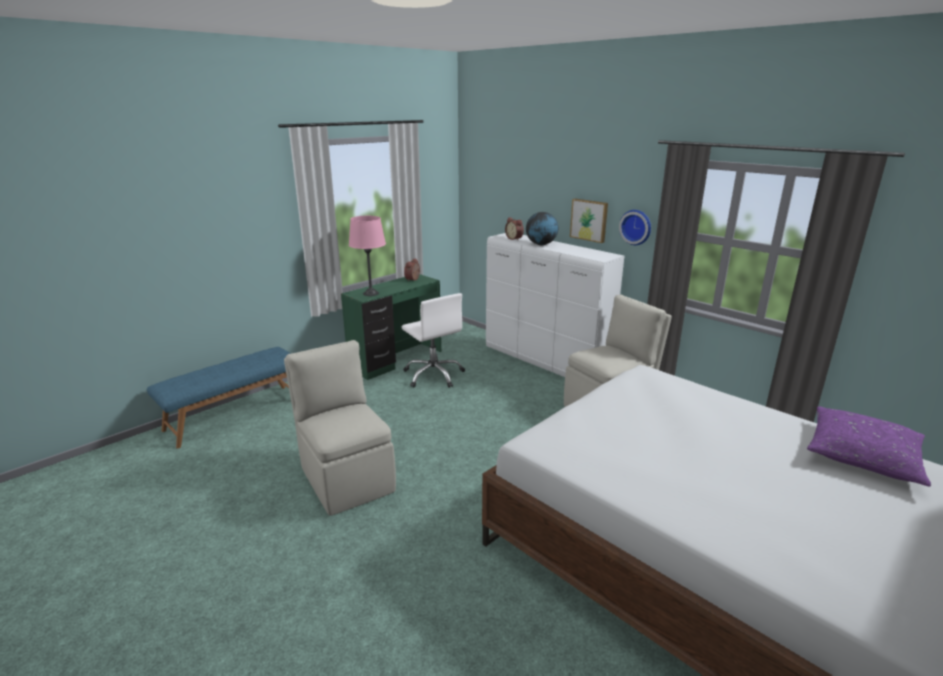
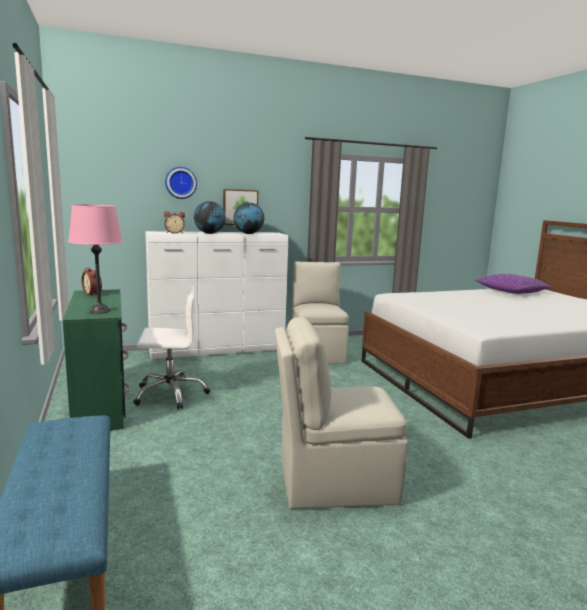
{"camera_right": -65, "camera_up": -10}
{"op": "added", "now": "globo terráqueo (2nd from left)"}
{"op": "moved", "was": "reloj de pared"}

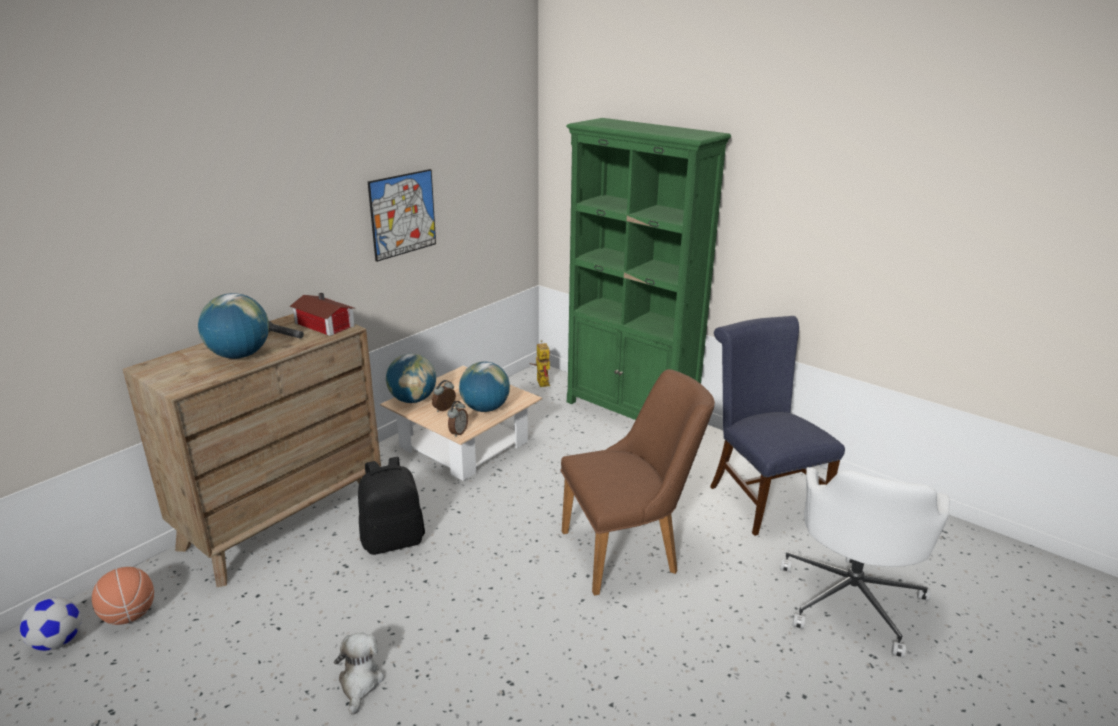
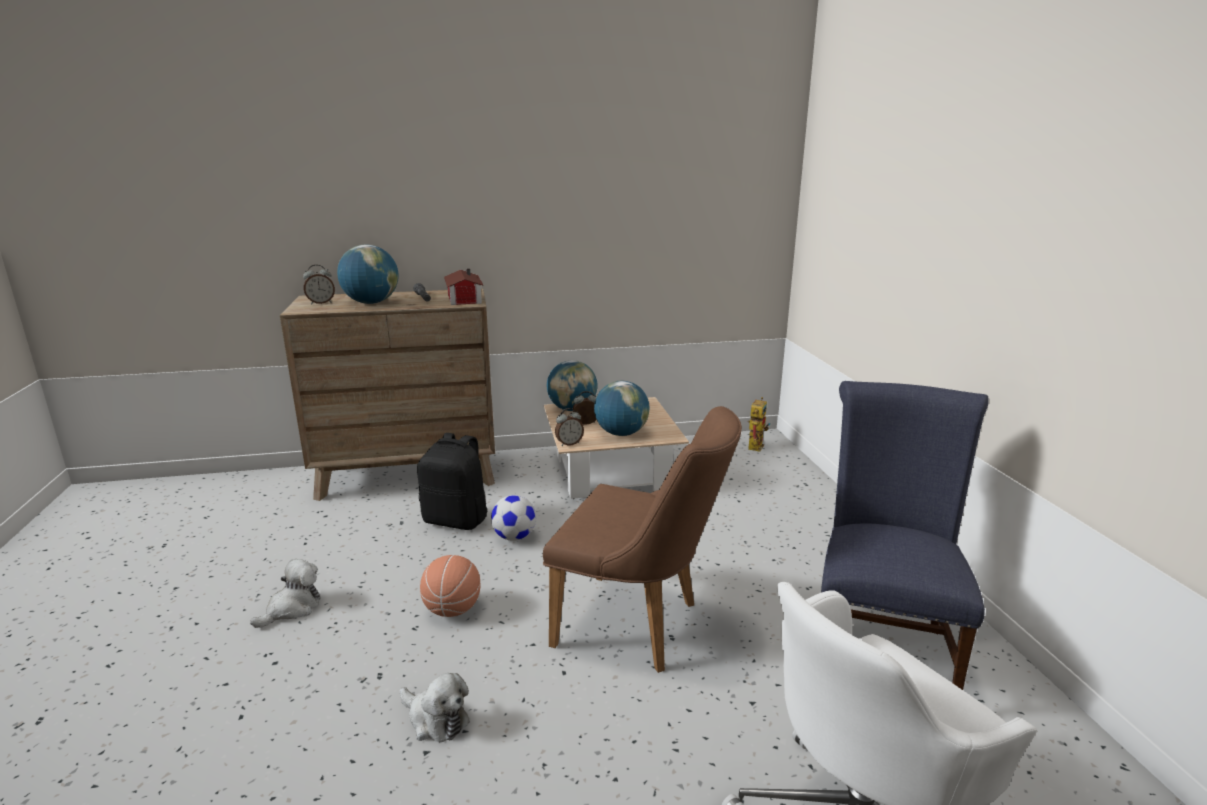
{"camera_right": 40, "camera_up": -5}
{"op": "removed", "was": "cuadro"}
{"op": "removed", "was": "estantería [verde]"}
{"op": "added", "now": "despertador (1st from left)"}
{"op": "added", "now": "peluche (2nd from left)"}
{"op": "moved", "was": "balón de fútbol"}
{"op": "moved", "was": "balón de baloncesto"}

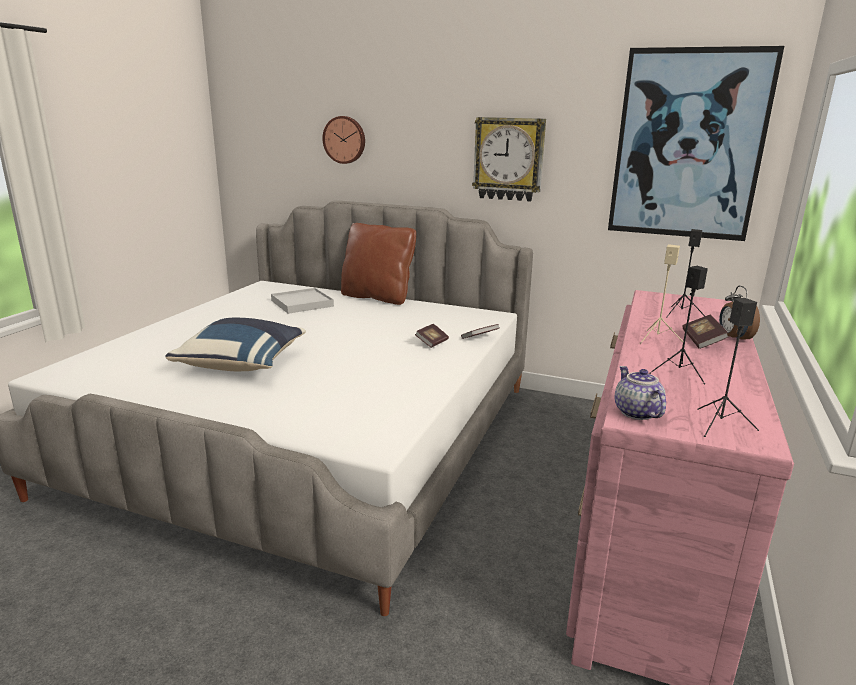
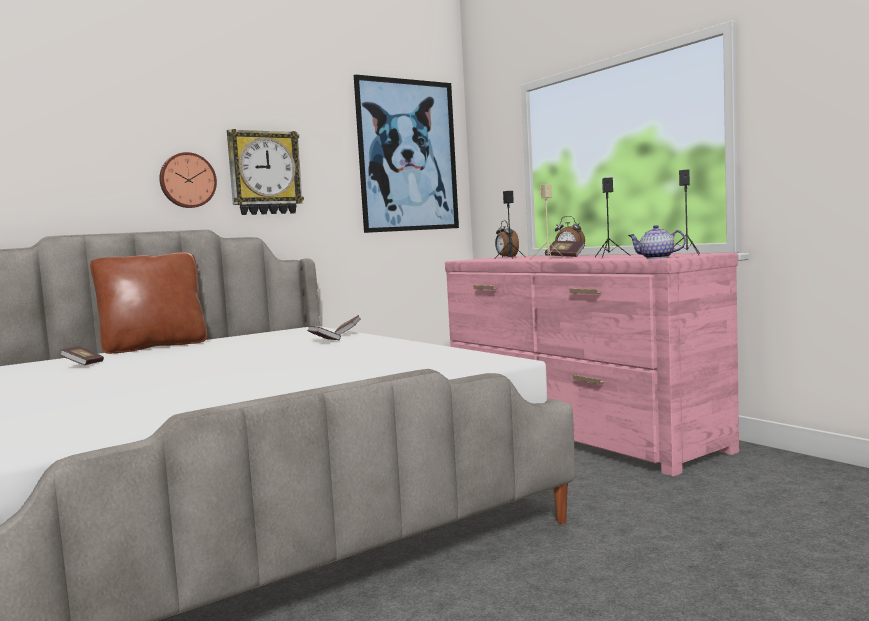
{"camera_right": -55, "camera_up": -15}
{"op": "removed", "was": "cojín [azul]"}
{"op": "added", "now": "despertador (1st from left)"}
{"op": "moved", "was": "reloj de pared (1st from left)"}
{"op": "replaced", "was": "bandeja [blanco]", "now": "libro (1st from left)"}

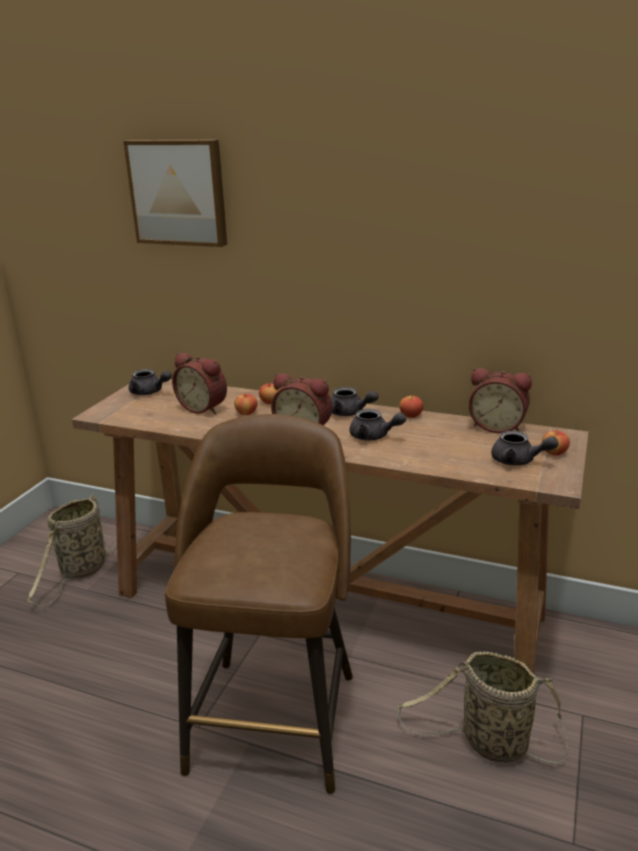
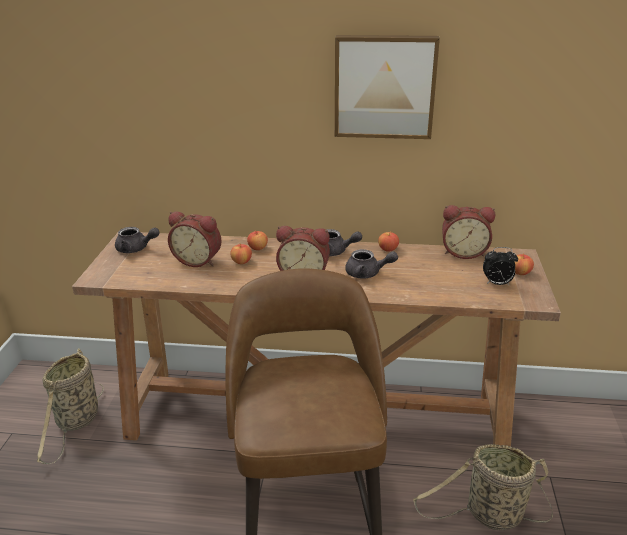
{"camera_right": -15, "camera_up": 5}
{"op": "moved", "was": "cuadro"}
{"op": "replaced", "was": "tetera [gris] (4th from left)", "now": "despertador (4th from left)"}

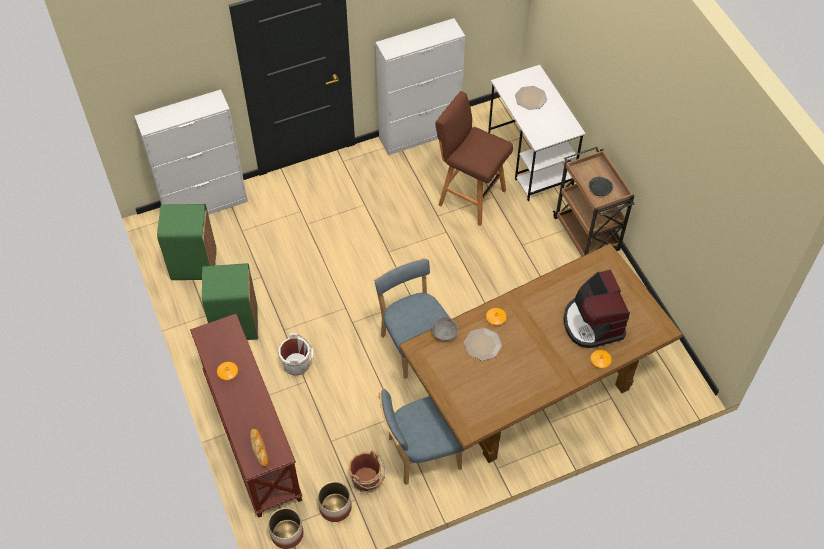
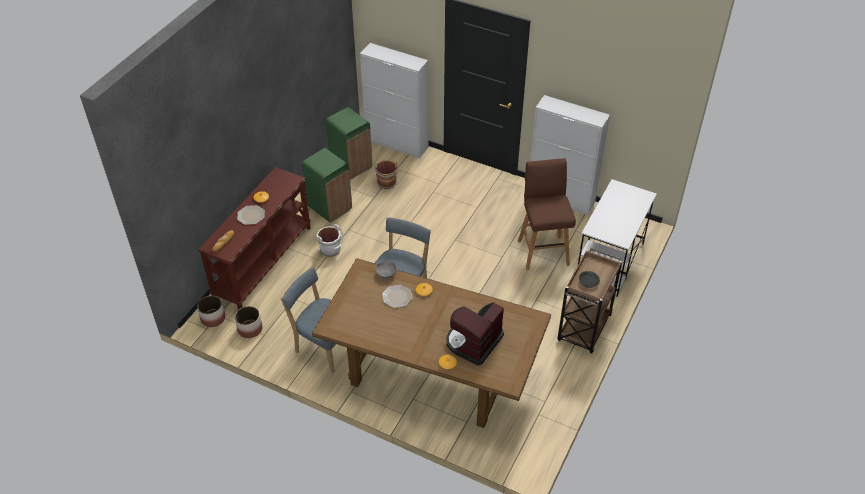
{"camera_right": 50, "camera_up": -10}
{"op": "moved", "was": "cubo [marrón]"}
{"op": "moved", "was": "plato (2nd from left in the first image)", "now": "plato (1st from left)"}

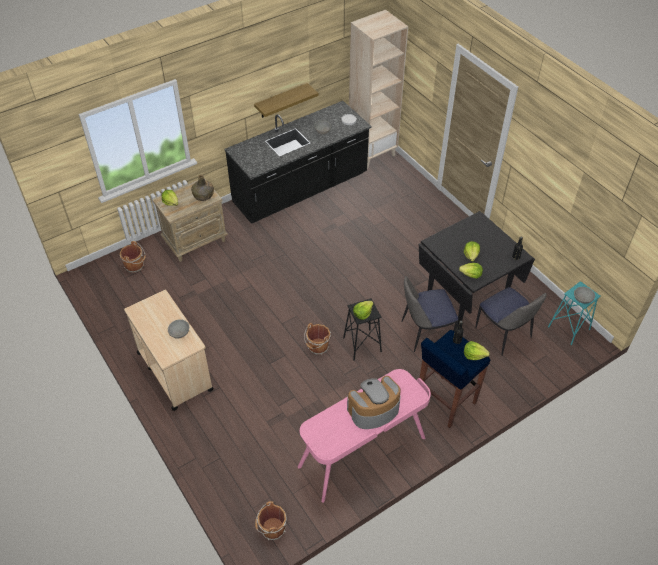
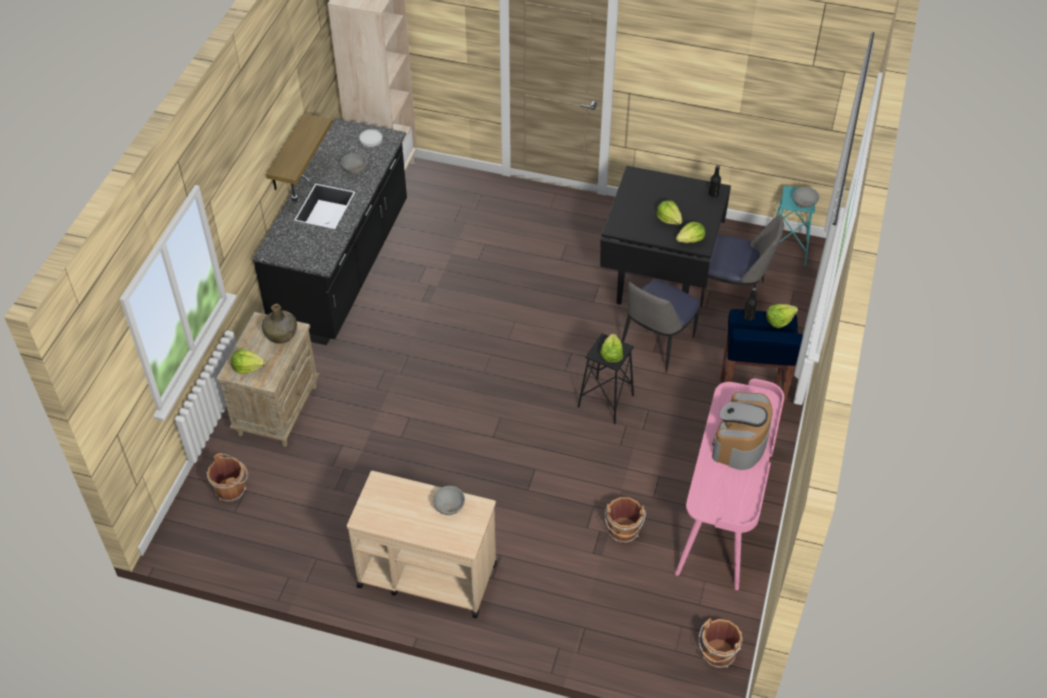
{"camera_right": -40, "camera_up": 0}
{"op": "moved", "was": "cubo [marrón] (3rd from left in the first image)", "now": "cubo [marrón] (2nd from left)"}

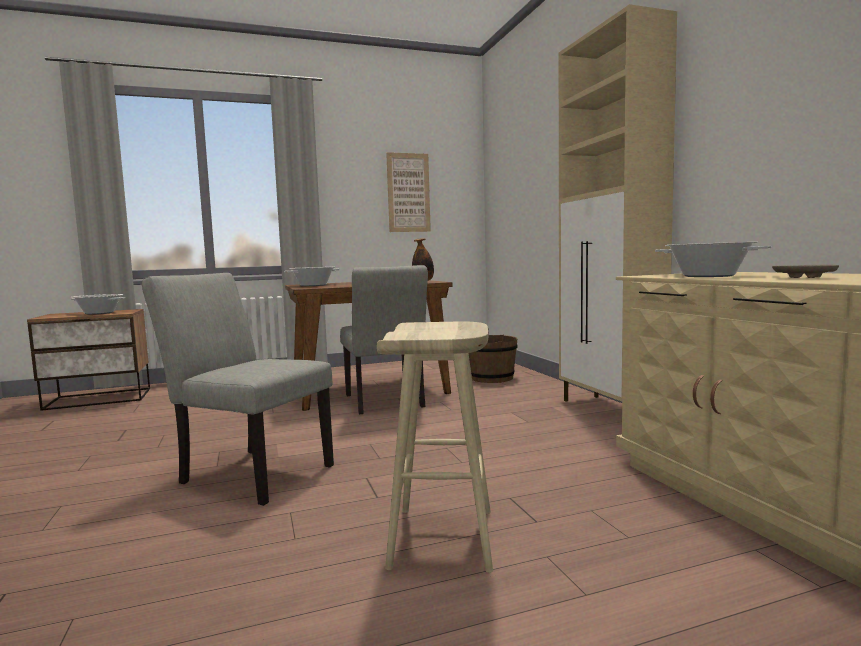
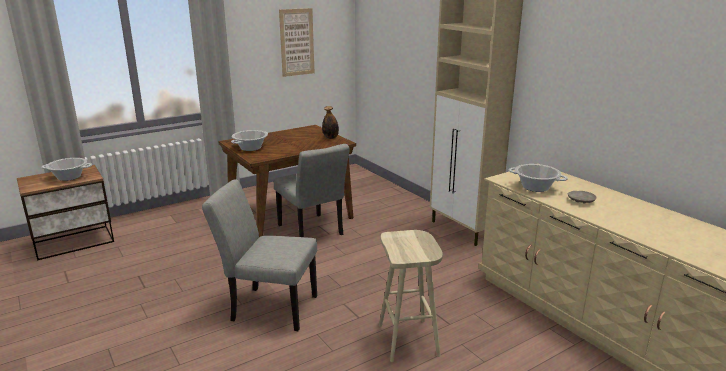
{"camera_right": -15, "camera_up": 15}
{"op": "removed", "was": "cubo [marrón]"}

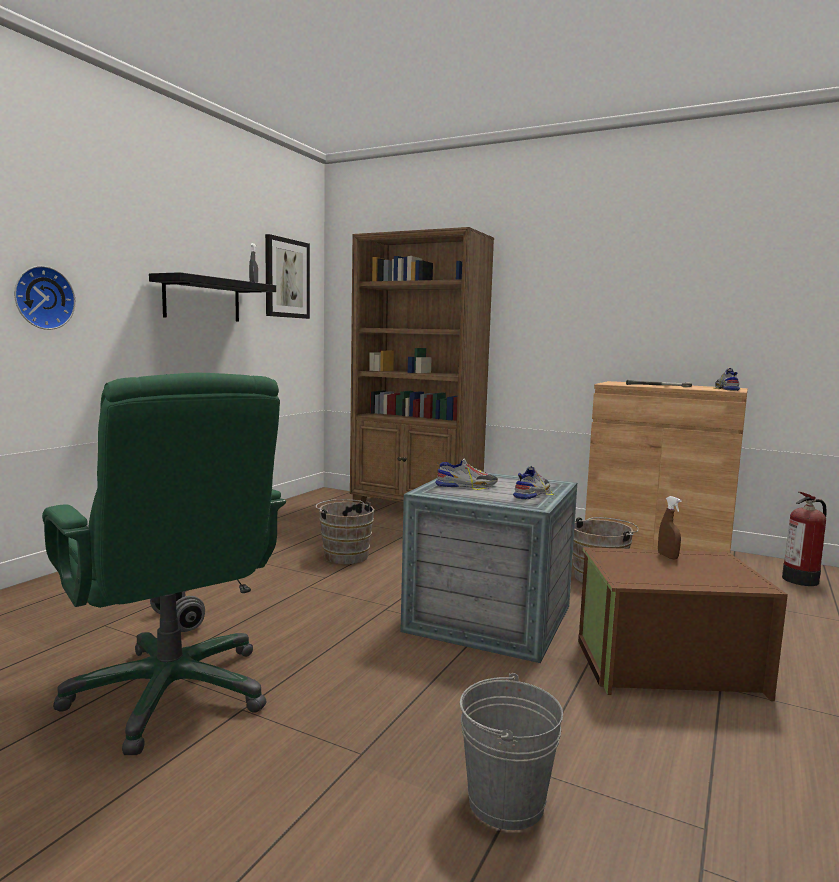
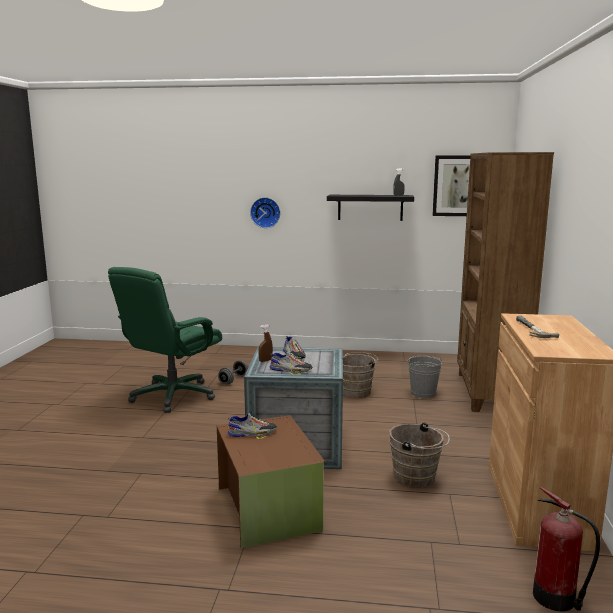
{"camera_right": 70, "camera_up": 5}
{"op": "moved", "was": "cubo [gris]"}
{"op": "moved", "was": "pulverizador [marrón]"}
{"op": "moved", "was": "zapato (3rd from left in the first image)", "now": "zapato (1st from left)"}

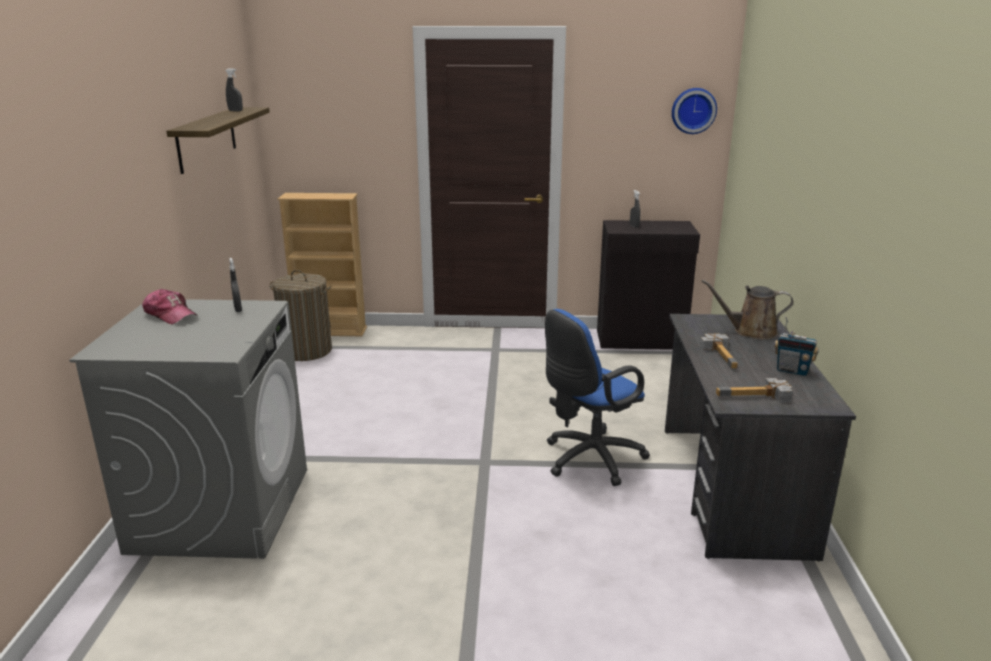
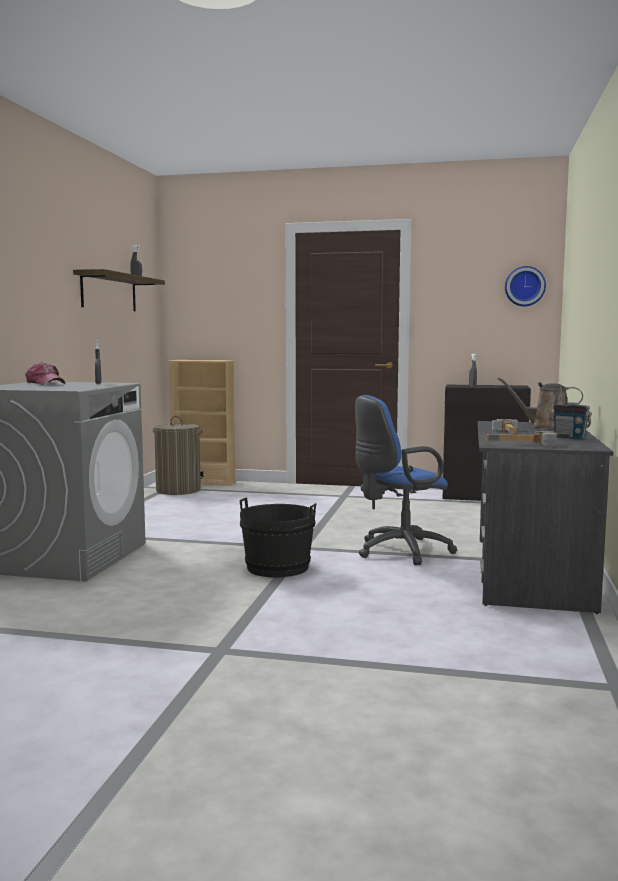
{"camera_right": 10, "camera_up": -15}
{"op": "added", "now": "cubo [negro]"}

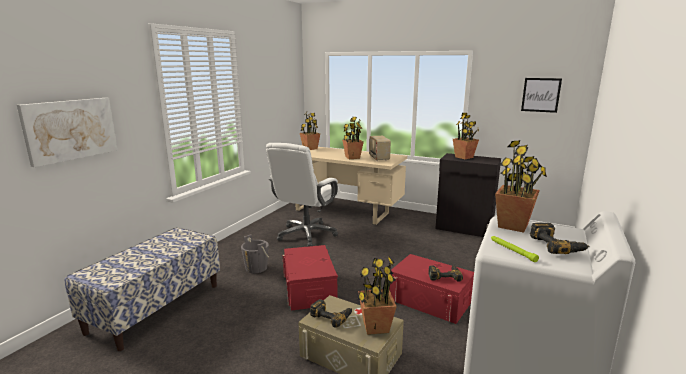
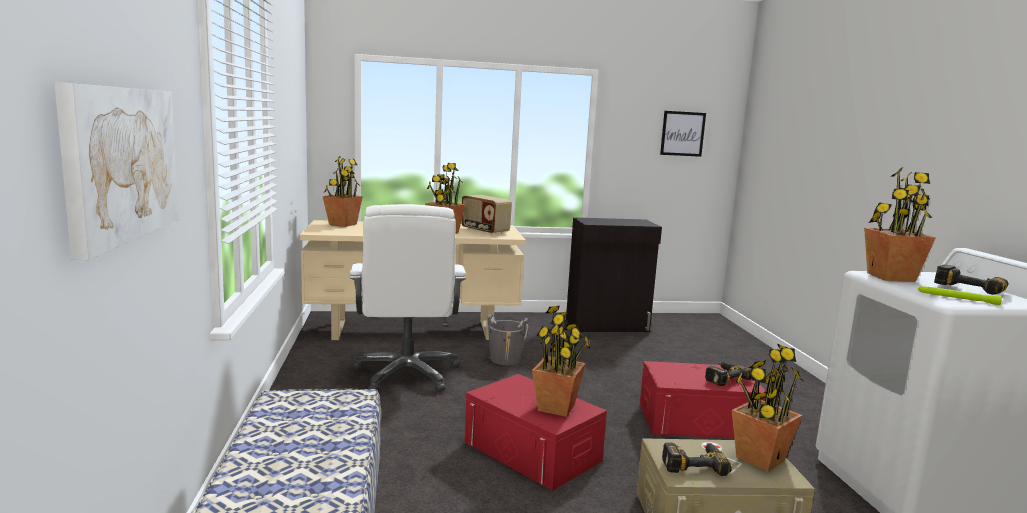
{"camera_right": -35, "camera_up": -5}
{"op": "moved", "was": "cubo [gris]"}
{"op": "moved", "was": "planta en maceta (4th from left in the first image)", "now": "planta en maceta (3rd from left)"}

